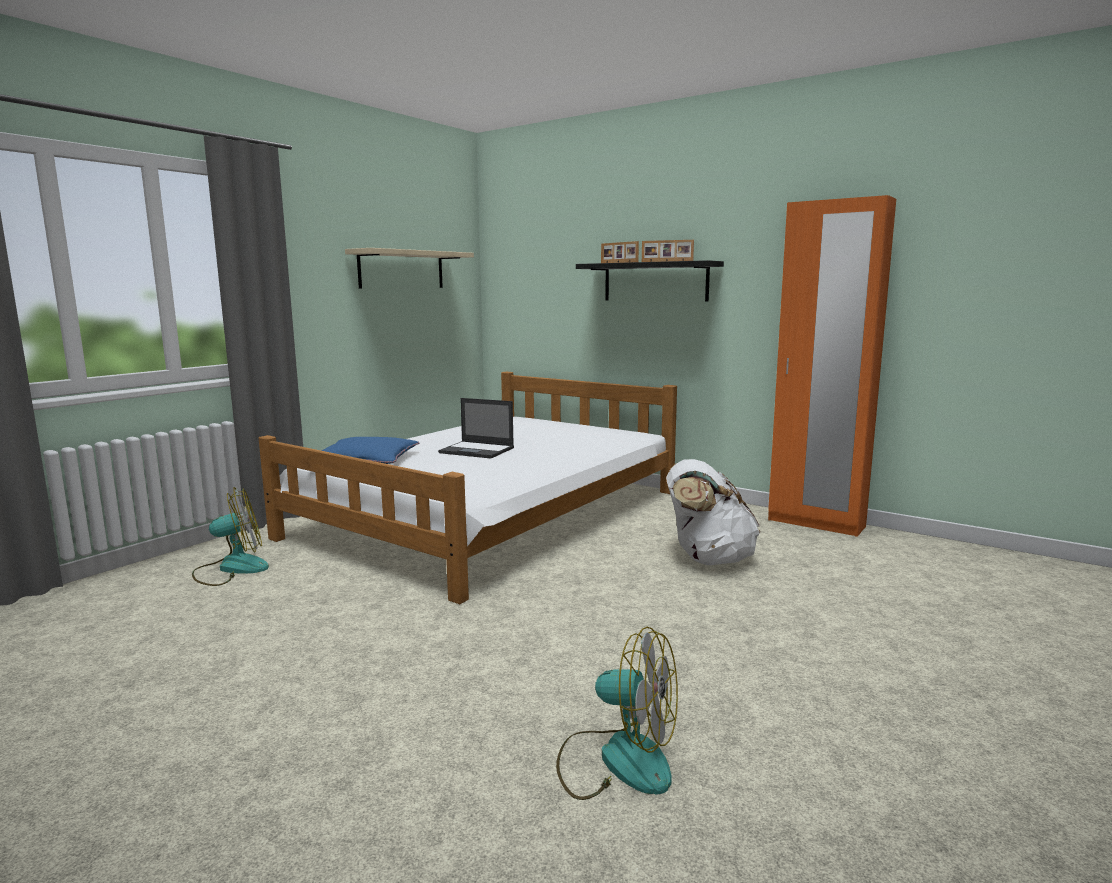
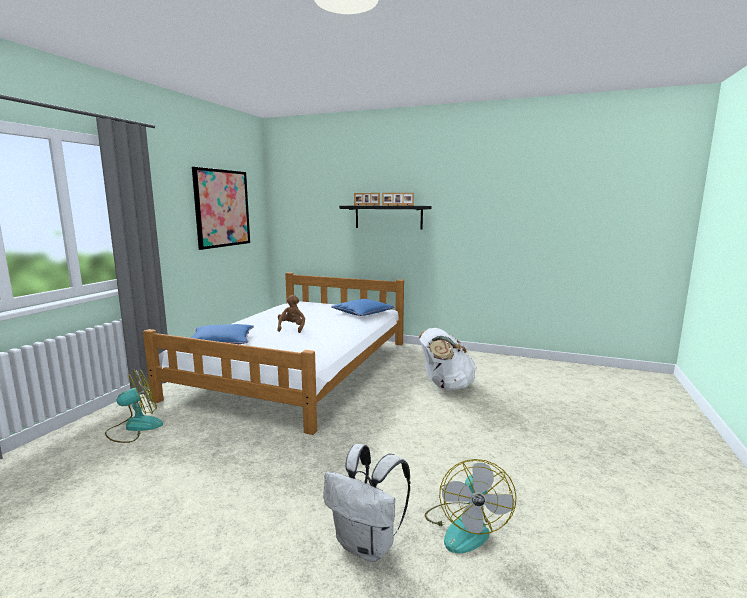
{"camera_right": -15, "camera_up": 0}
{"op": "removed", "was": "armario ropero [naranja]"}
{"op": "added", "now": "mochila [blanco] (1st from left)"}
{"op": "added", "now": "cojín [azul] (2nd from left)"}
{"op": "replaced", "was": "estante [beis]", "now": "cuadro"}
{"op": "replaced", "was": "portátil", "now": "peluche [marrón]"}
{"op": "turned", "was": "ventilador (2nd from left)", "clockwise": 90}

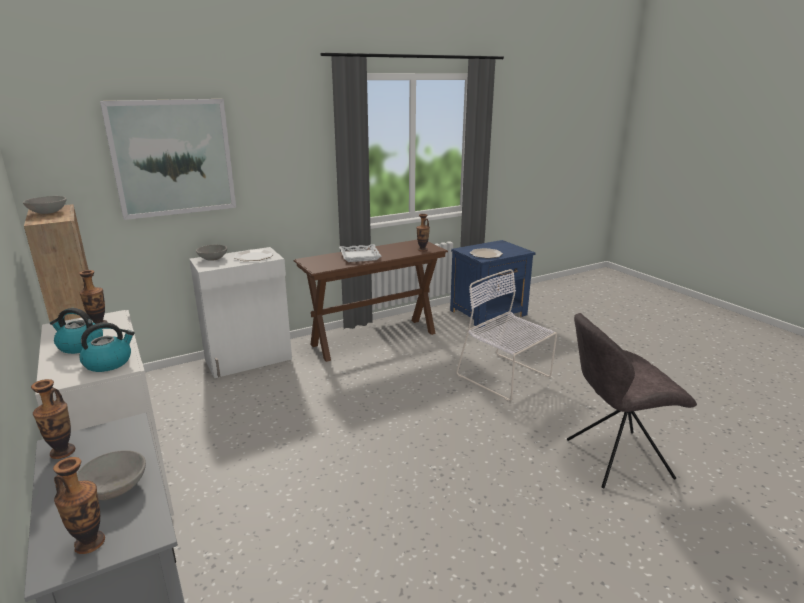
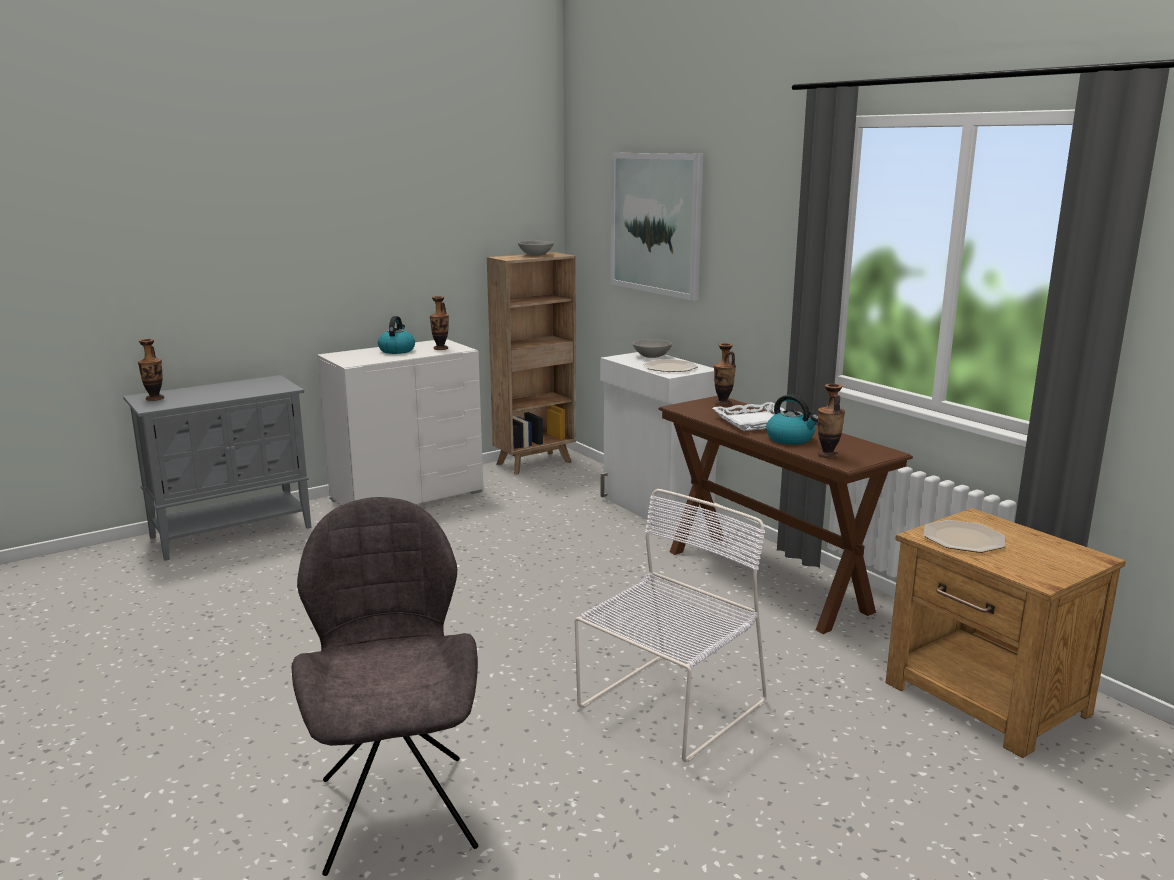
{"camera_right": 85, "camera_up": -5}
{"op": "removed", "was": "cuenco [gris] (2nd from left)"}
{"op": "moved", "was": "florero (1st from left in the first image)", "now": "florero (3rd from left)"}
{"op": "moved", "was": "hervidor (2nd from left)"}
{"op": "recoloured", "was": "mesita de noche [azul]", "now": "mesita de noche [marrón]"}

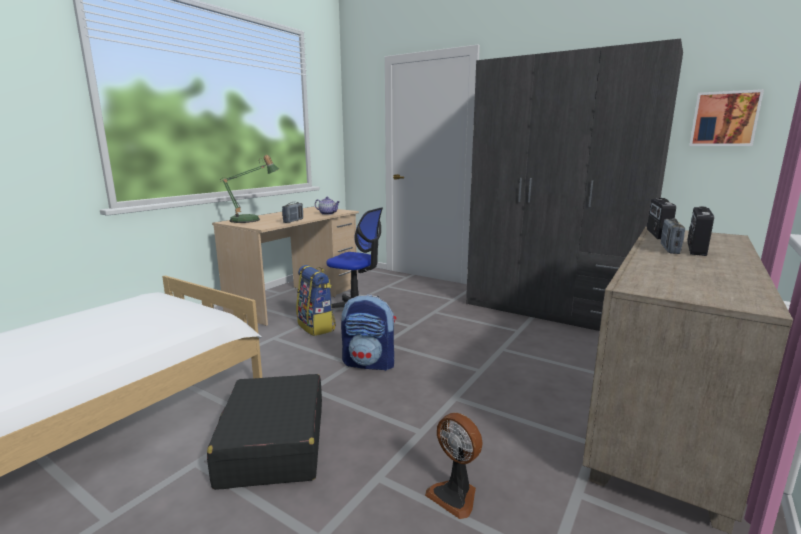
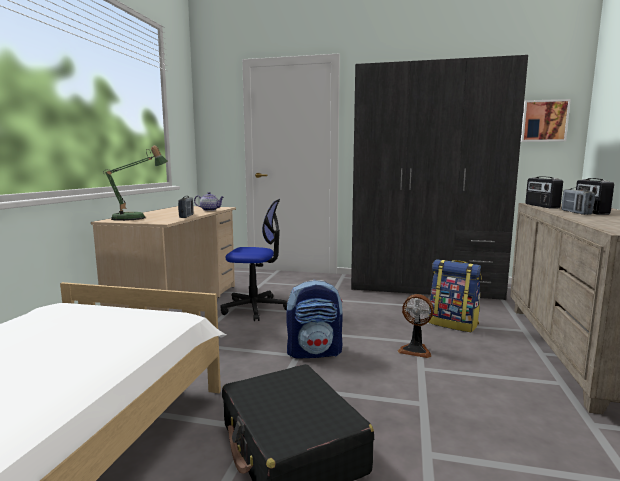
{"camera_right": -20, "camera_up": -5}
{"op": "moved", "was": "mochila (1st from left in the first image)", "now": "mochila (2nd from left)"}
{"op": "moved", "was": "ventilador"}

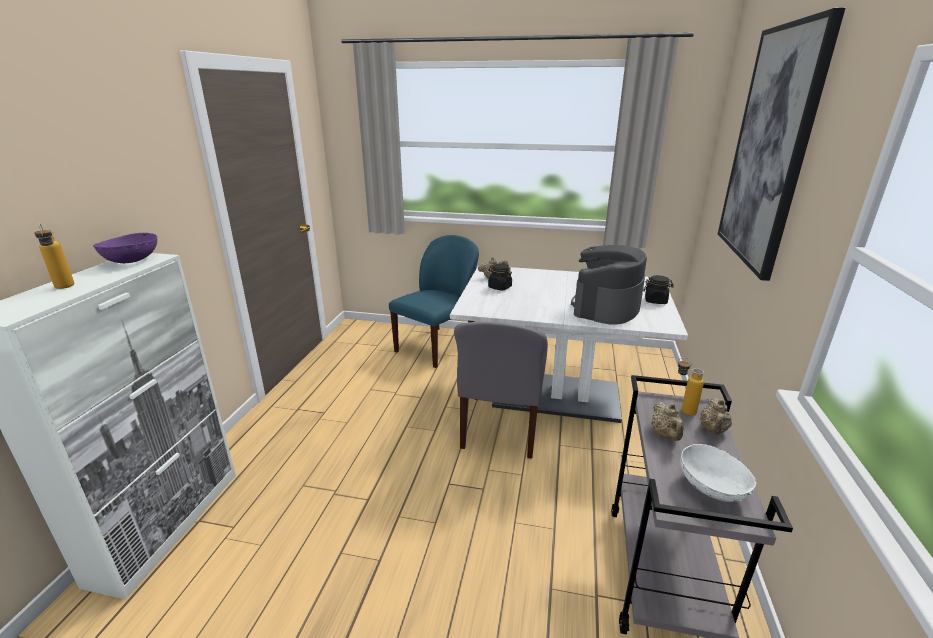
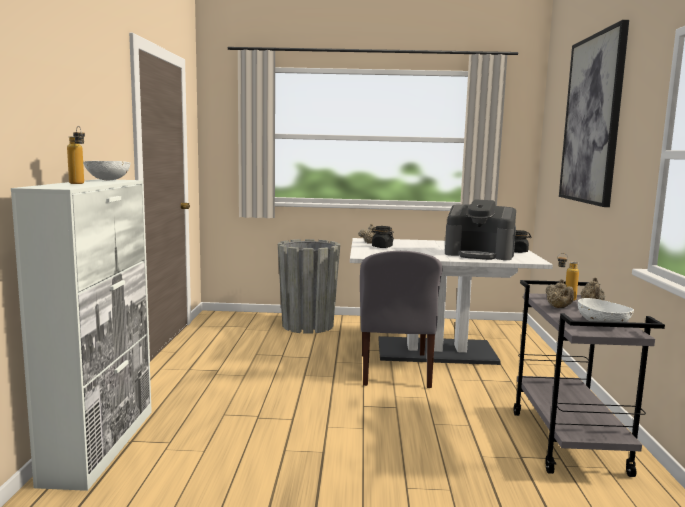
{"camera_right": -10, "camera_up": -15}
{"op": "replaced", "was": "silla [azul]", "now": "maceta [gris]"}
{"op": "recoloured", "was": "cuenco [morado]", "now": "cuenco [blanco] (1st from left)"}
{"op": "turned", "was": "cafetera", "clockwise": -90}

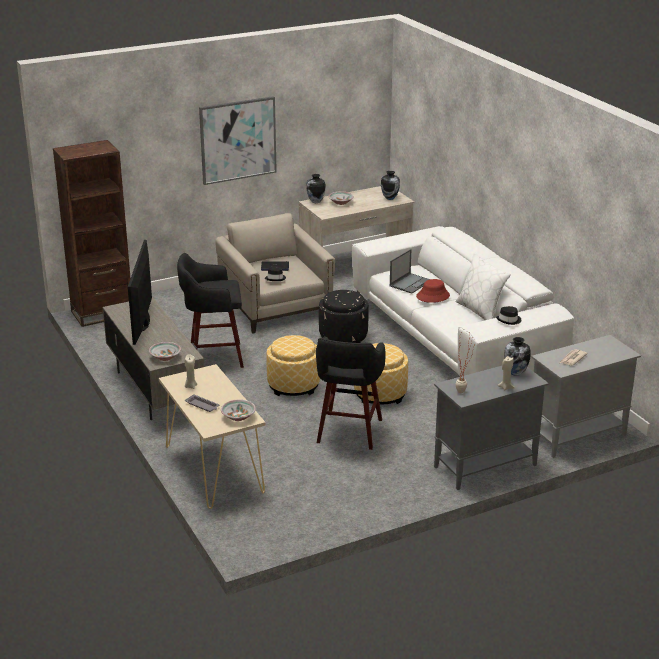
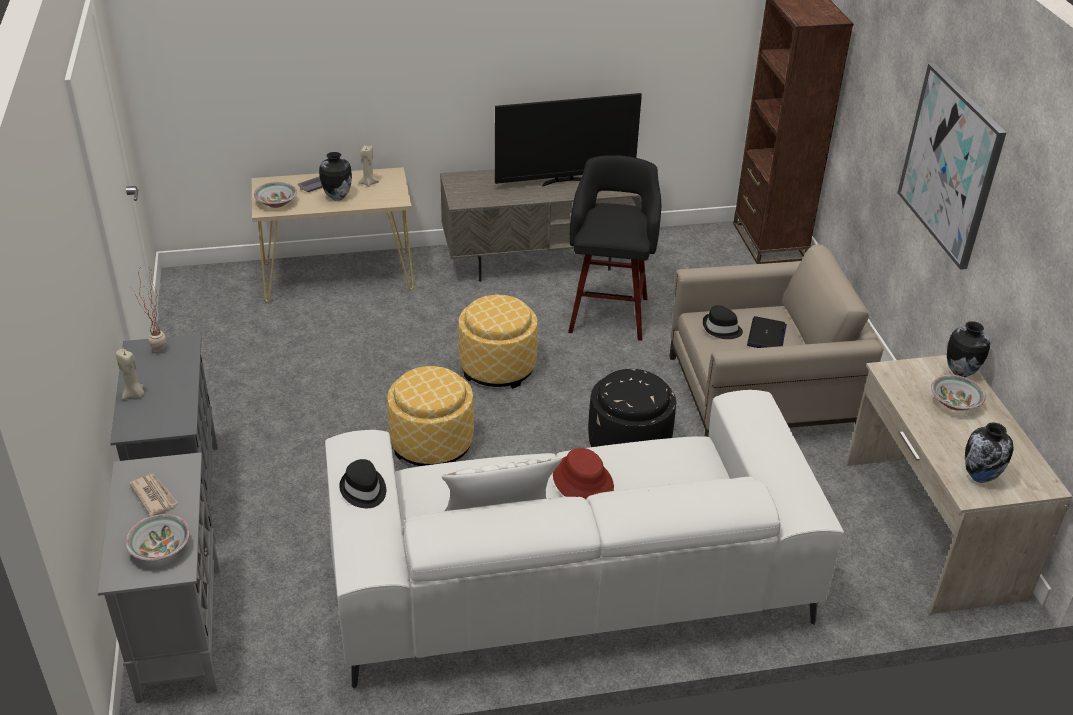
{"camera_right": 105, "camera_up": 10}
{"op": "removed", "was": "taburete [negro] (2nd from left)"}
{"op": "removed", "was": "portátil (2nd from left)"}
{"op": "moved", "was": "cuenco (1st from left)"}
{"op": "moved", "was": "florero (3rd from left in the first image)", "now": "florero (1st from left)"}
{"op": "turned", "was": "televisor", "clockwise": 150}

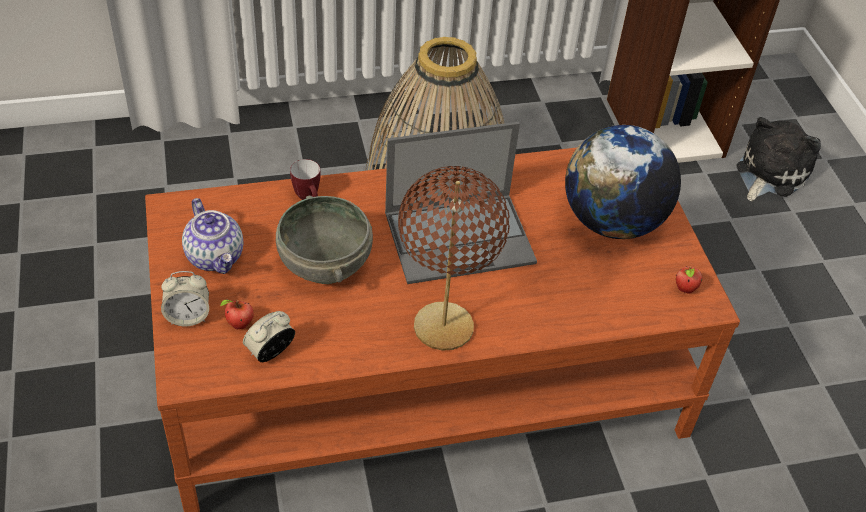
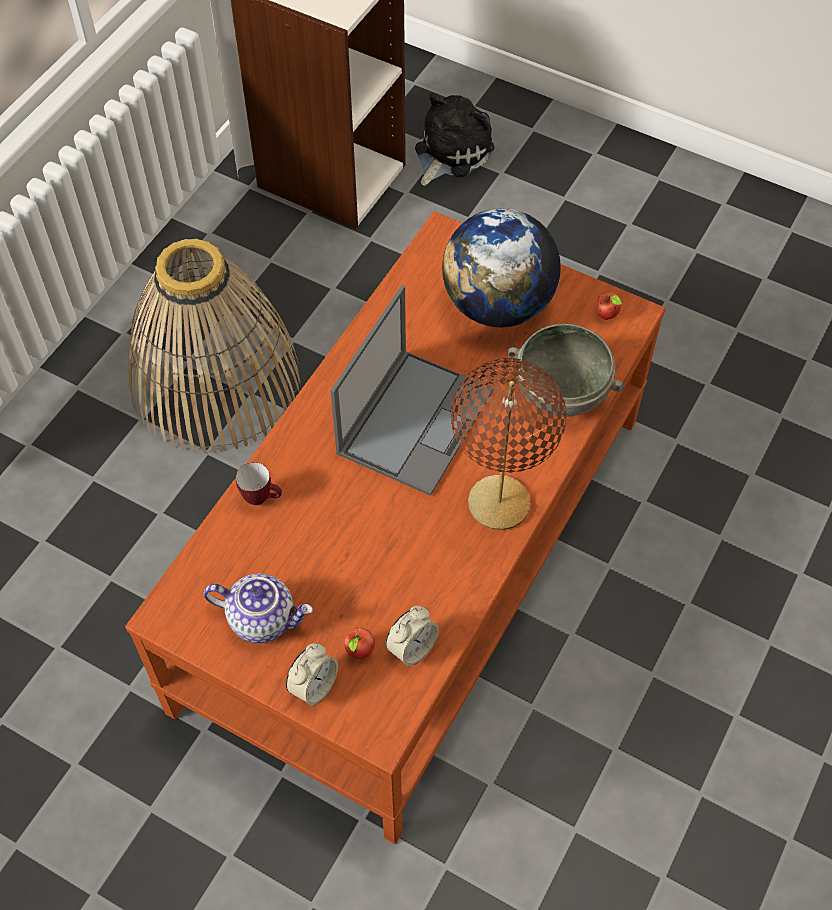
{"camera_right": -45, "camera_up": 10}
{"op": "moved", "was": "cuenco [gris]"}
{"op": "turned", "was": "despertador (2nd from left)", "clockwise": -135}
{"op": "turned", "was": "peluche", "clockwise": 45}

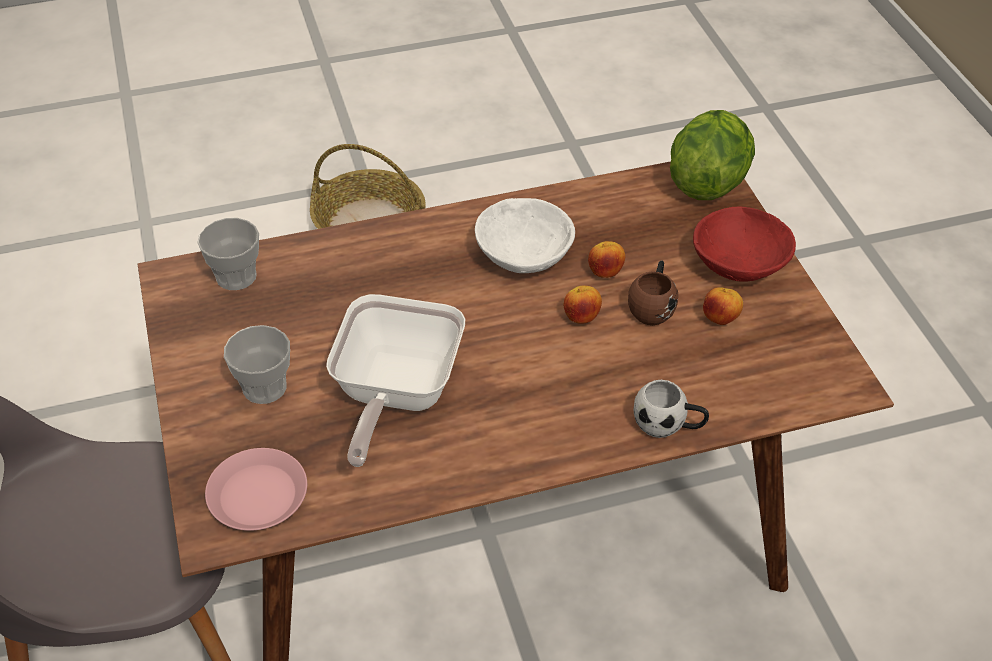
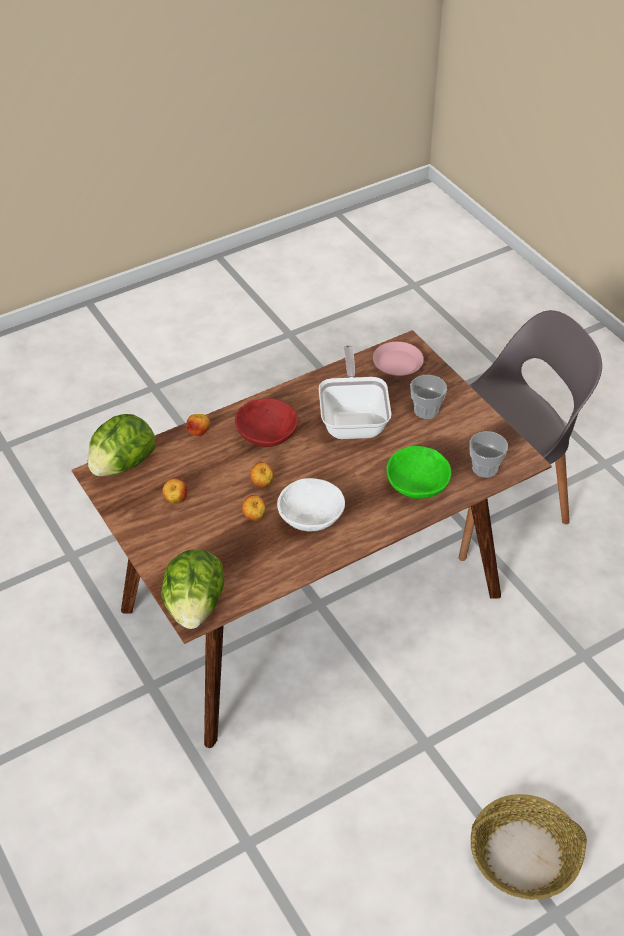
{"camera_right": 165, "camera_up": 0}
{"op": "removed", "was": "taza grande [marrón]"}
{"op": "added", "now": "lechuga (1st from left)"}
{"op": "added", "now": "cuenco [verde]"}
{"op": "moved", "was": "cuenco [rojo]"}
{"op": "replaced", "was": "taza grande [blanco]", "now": "manzana (2nd from left)"}

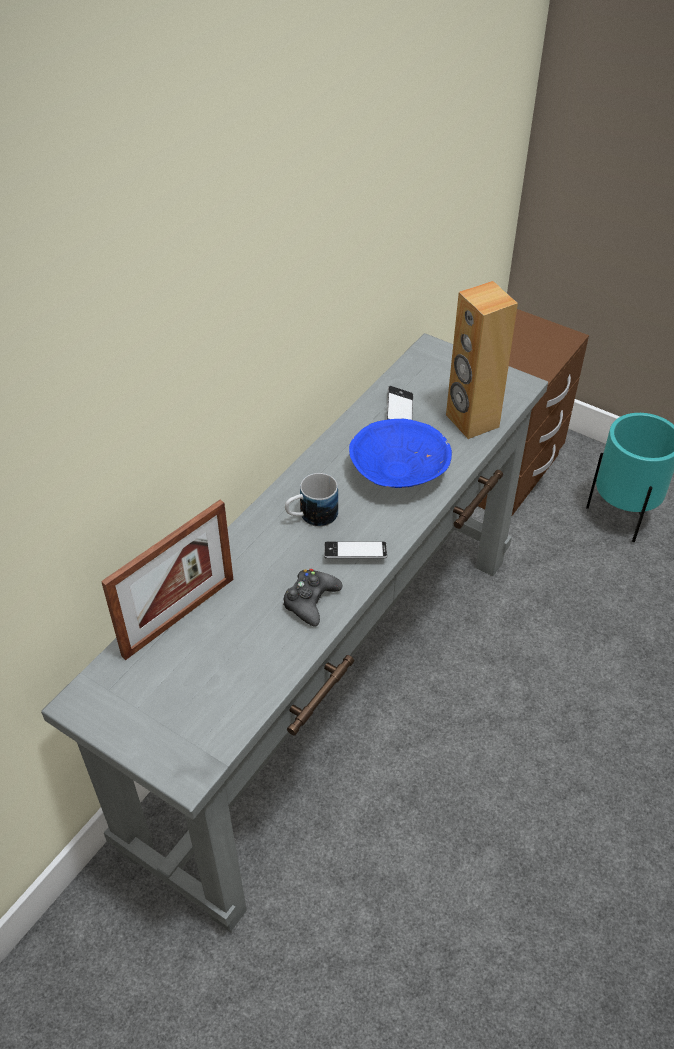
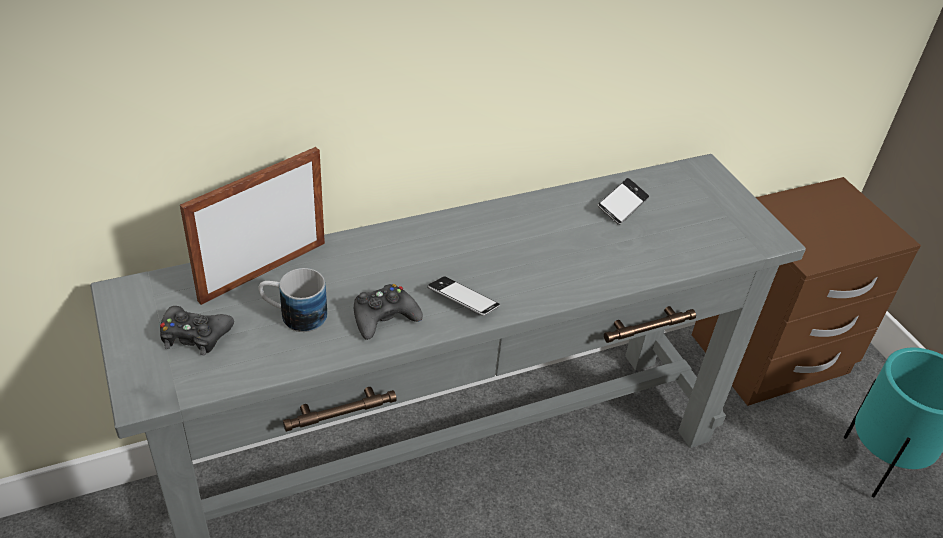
{"camera_right": 30, "camera_up": -5}
{"op": "removed", "was": "cuenco [azul]"}
{"op": "removed", "was": "altavoz [marrón]"}
{"op": "added", "now": "mando de consola [negro] (1st from left)"}
{"op": "moved", "was": "taza grande"}
{"op": "turned", "was": "portarretratos", "clockwise": 150}

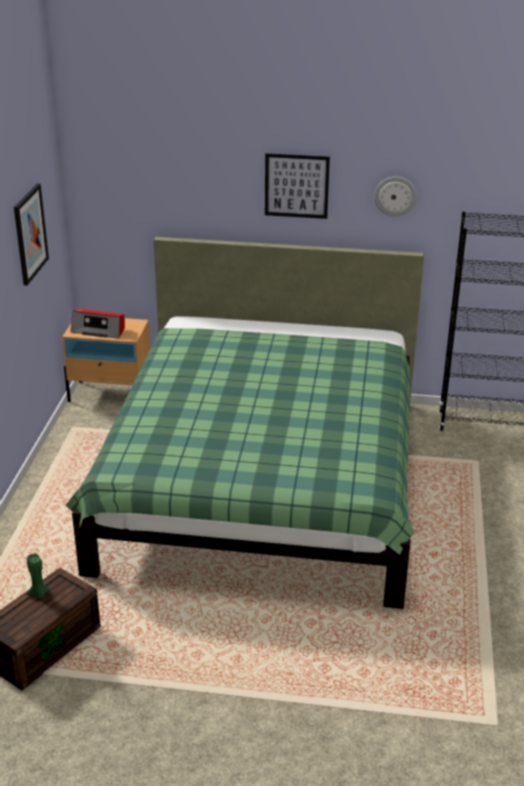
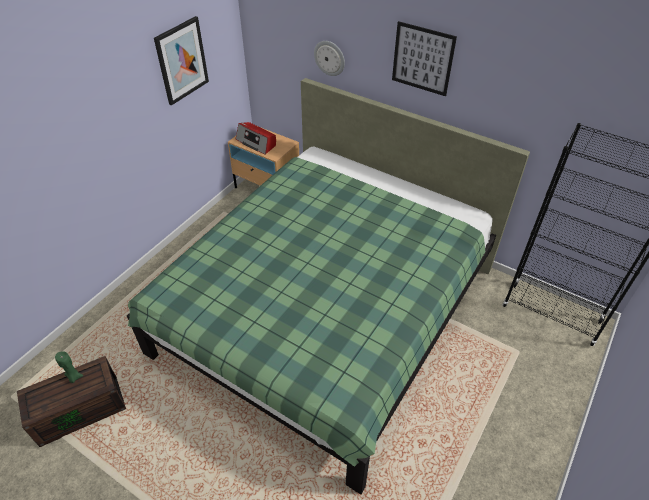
{"camera_right": 25, "camera_up": 15}
{"op": "moved", "was": "reloj de pared"}

